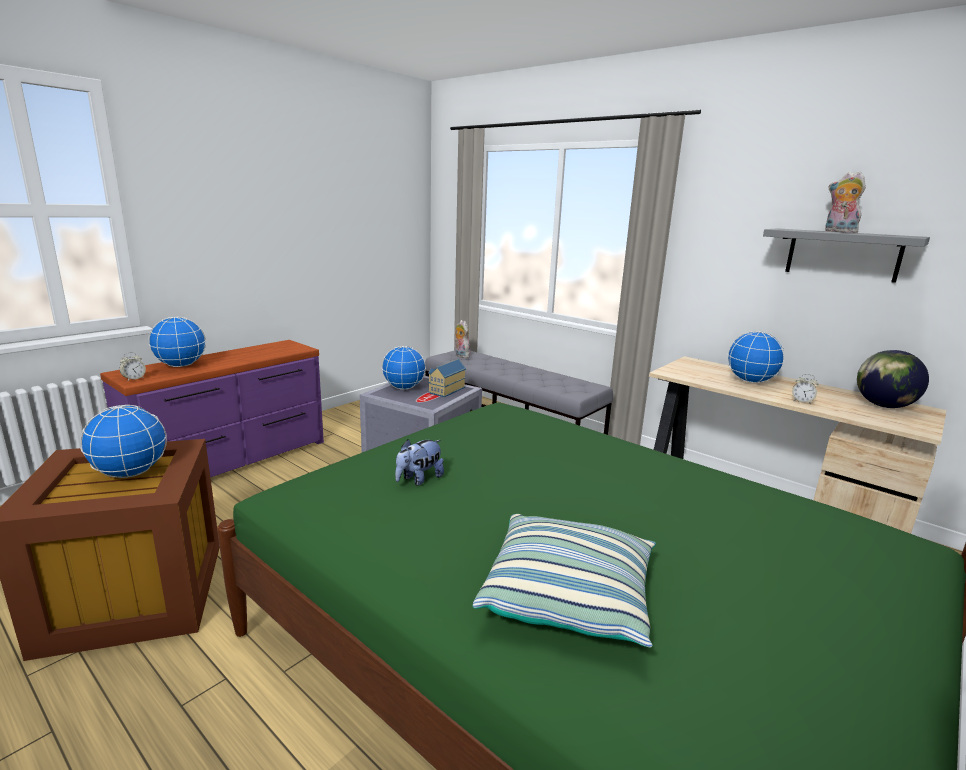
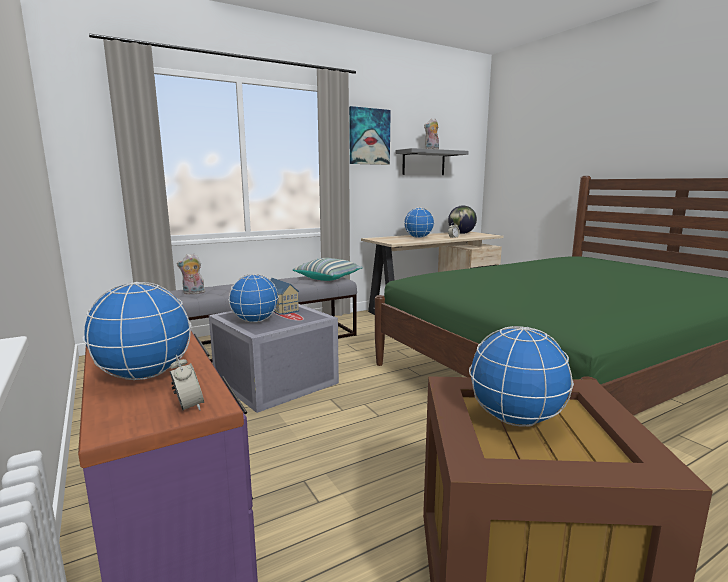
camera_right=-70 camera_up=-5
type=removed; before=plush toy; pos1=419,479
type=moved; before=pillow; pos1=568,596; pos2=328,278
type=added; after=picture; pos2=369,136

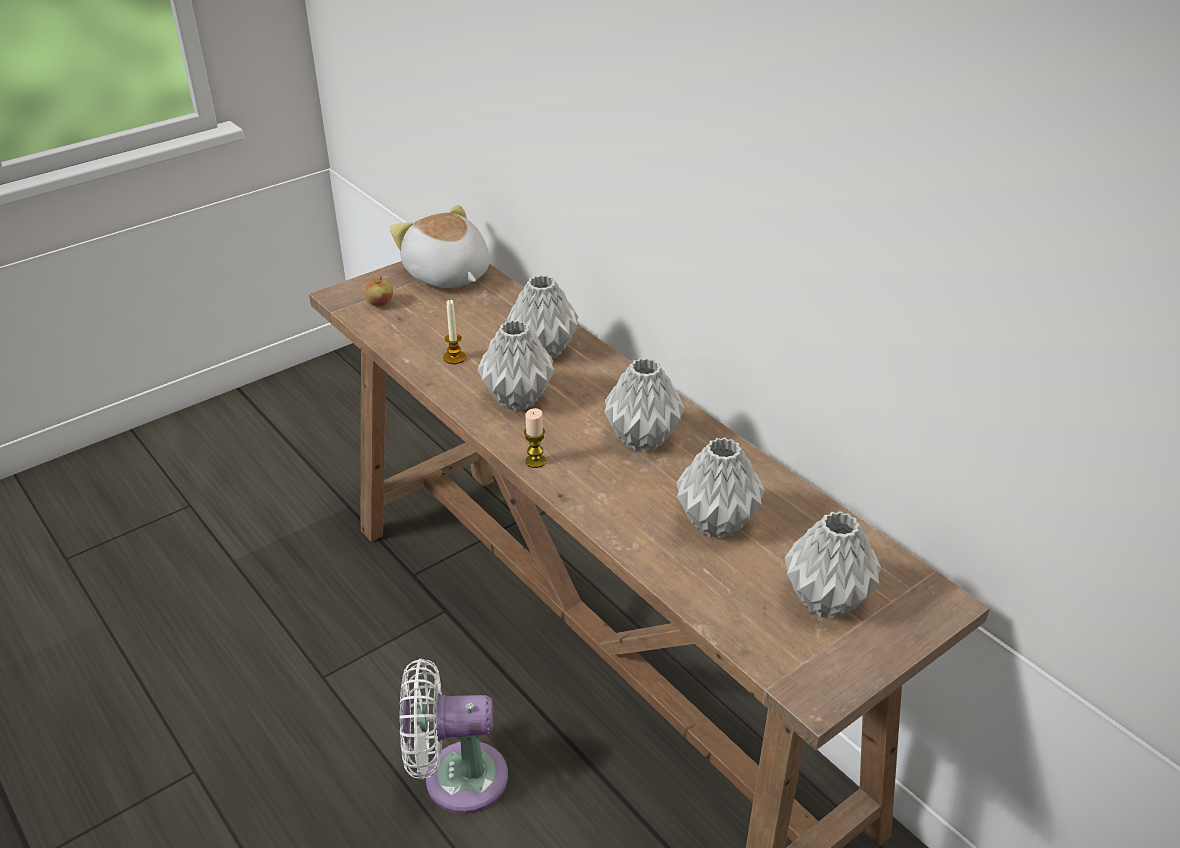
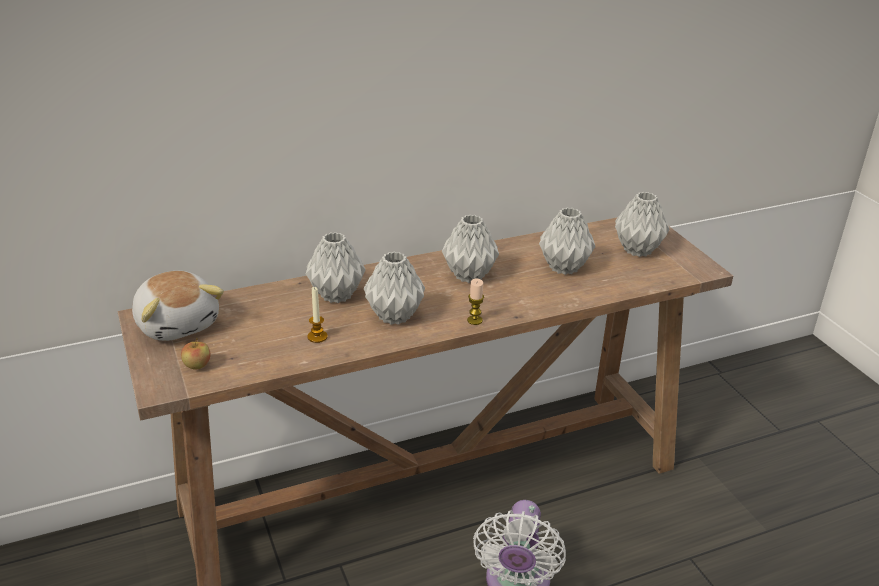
camera_right=-75 camera_up=-5
type=turned; before=plush toy; pos1=447,275; pos2=178,323; turn=-105

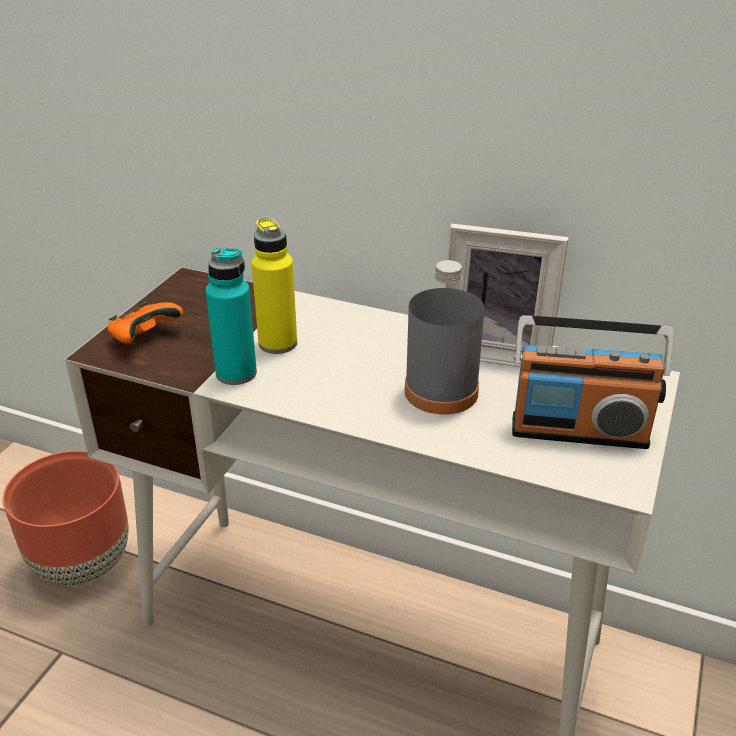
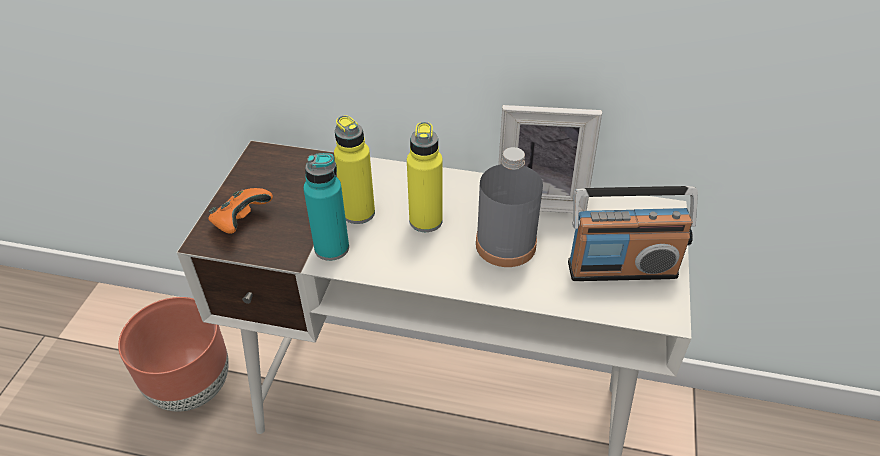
camera_right=-10 camera_up=10
type=added; after=yellow bottle; pos2=425,221

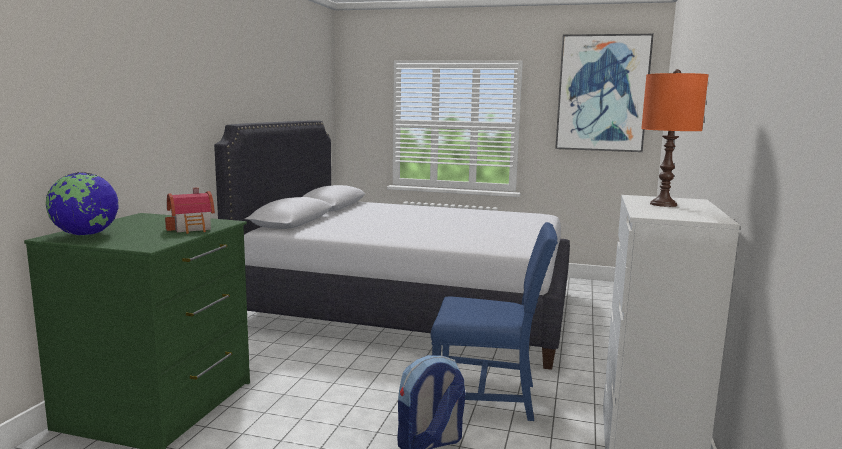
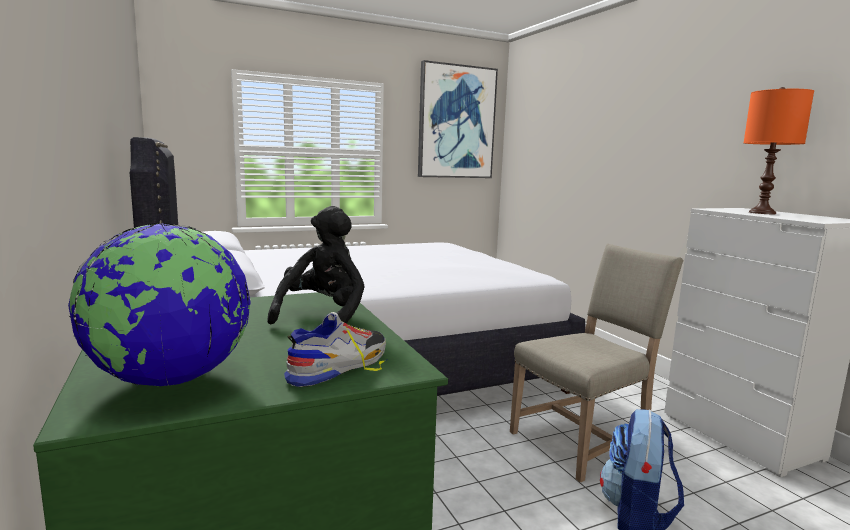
camera_right=-40 camera_up=0
type=replaced; before=toy house; after=black plush toy; pos1=193,228; pos2=323,316
type=recoloured; before=blue chair; after=beige chair; pos1=488,397; pos2=584,440
type=added; after=shoe; pos2=340,365

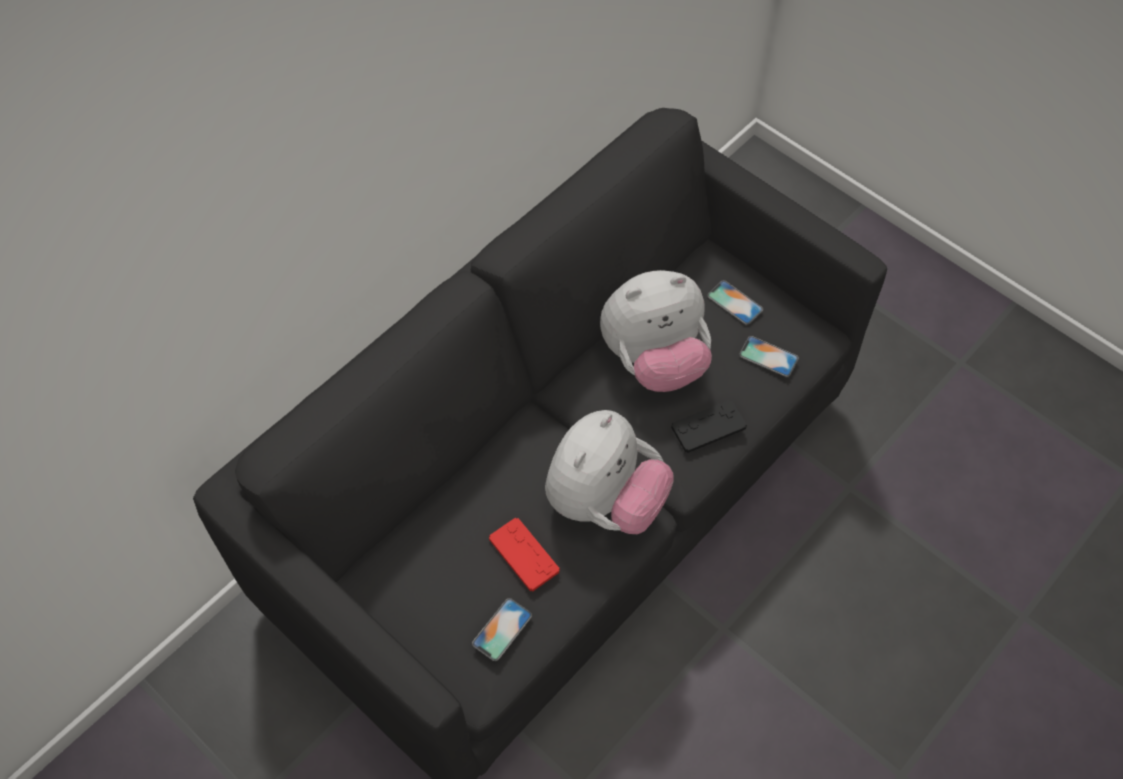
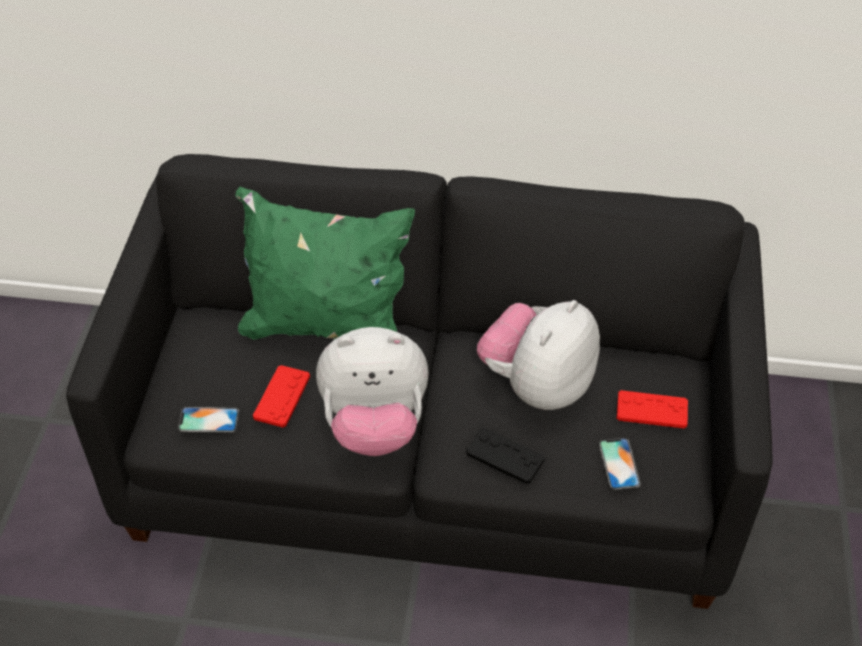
camera_right=55 camera_up=-10
type=turned; before=plush toy; pos1=654,360; pos2=537,385; turn=90
type=replaced; before=phone; after=red game controller; pos1=735,302; pos2=652,410
type=added; after=green pillow; pos2=327,329

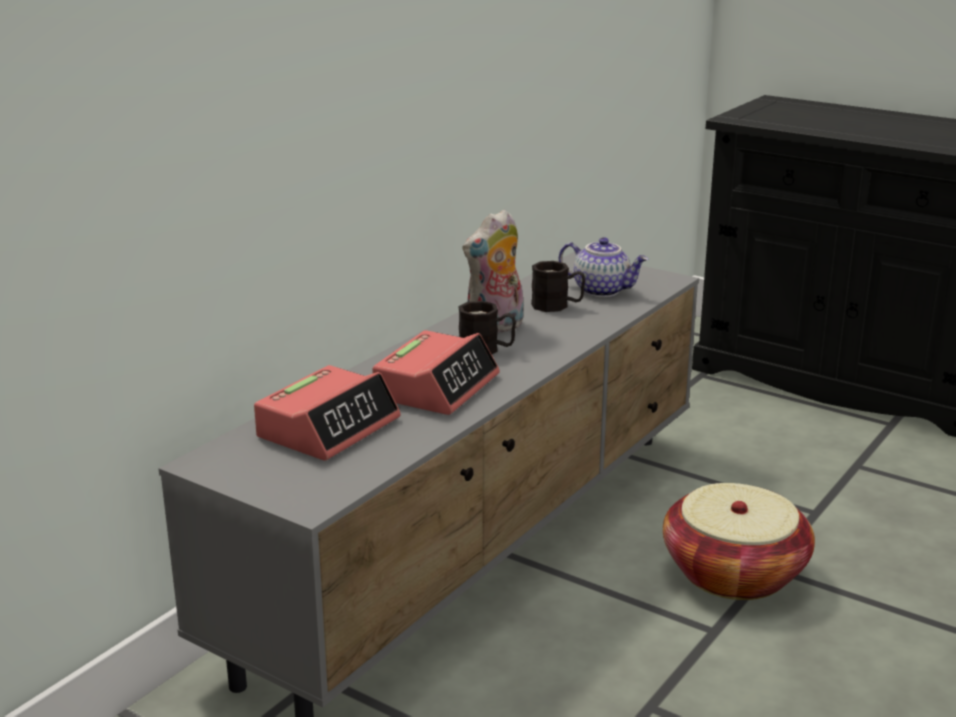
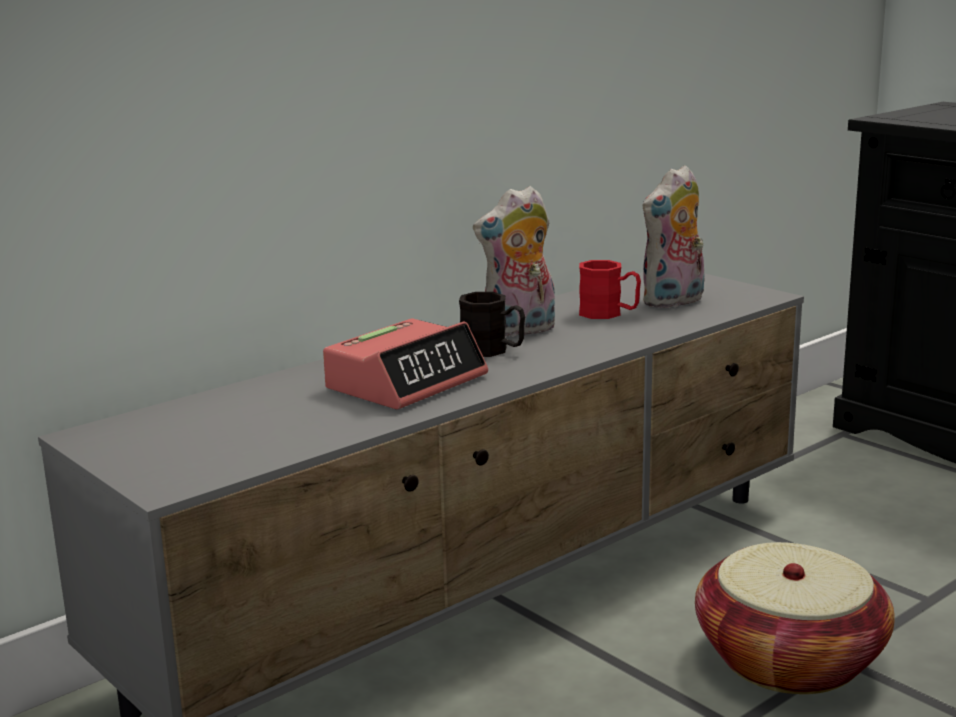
camera_right=15 camera_up=-5
type=removed; before=alarm clock; pos1=329,428
type=recoloured; before=black mug; after=red mug; pos1=557,306; pos2=609,314
type=replaced; before=teapot; after=plush toy; pos1=602,290; pos2=674,302

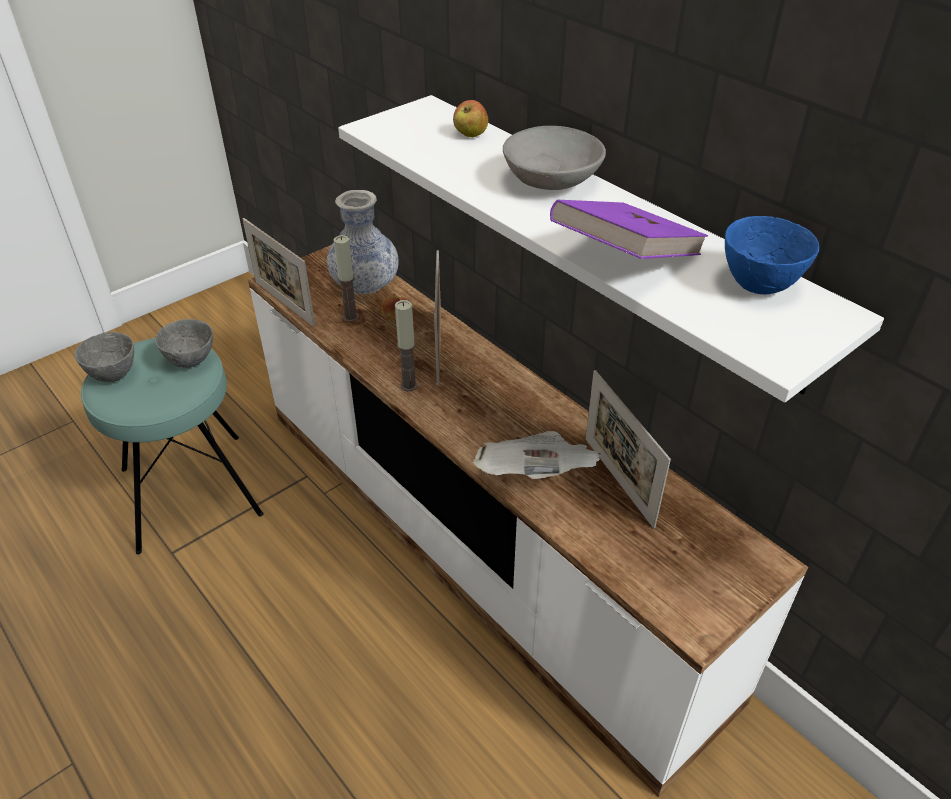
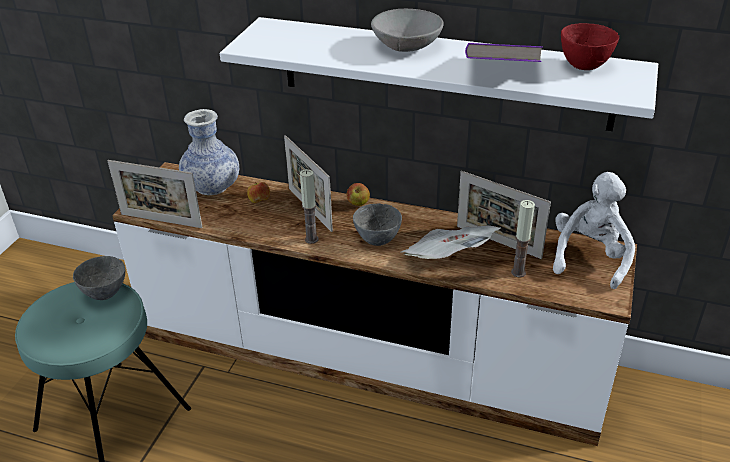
camera_right=-30 camera_up=-5
type=moved; before=grey bowl; pos1=112,375; pos2=377,240
type=moved; before=candle; pos1=350,317; pos2=518,272
type=moved; before=apple; pos1=470,134; pos2=358,203
type=recoloured; before=blue bowl; after=red bowl; pos1=757,284; pos2=583,66
type=added; after=white plush toy; pos2=590,257

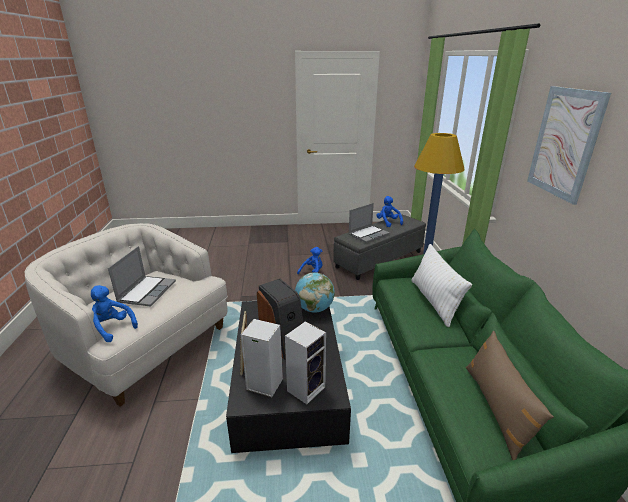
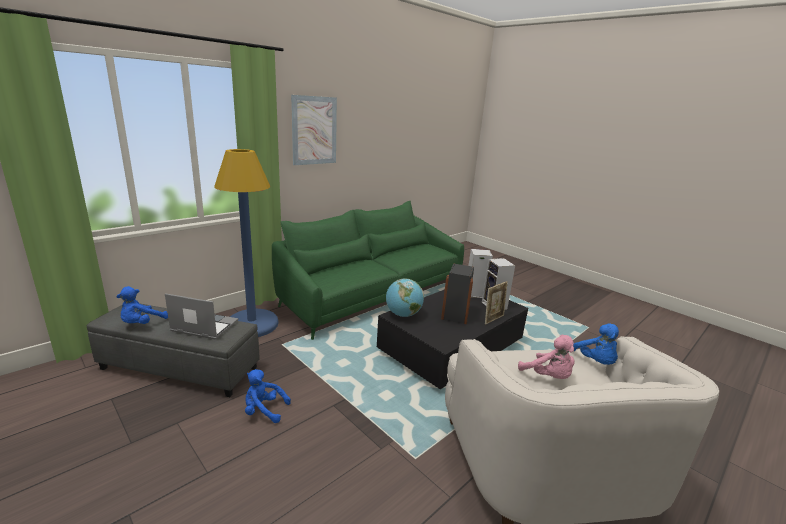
camera_right=-130 camera_up=-5
type=replaced; before=laptop; after=pink plush toy; pos1=147,291; pos2=548,377
type=removed; before=white pillow; pos1=434,301
type=removed; before=brown pillow; pos1=497,408

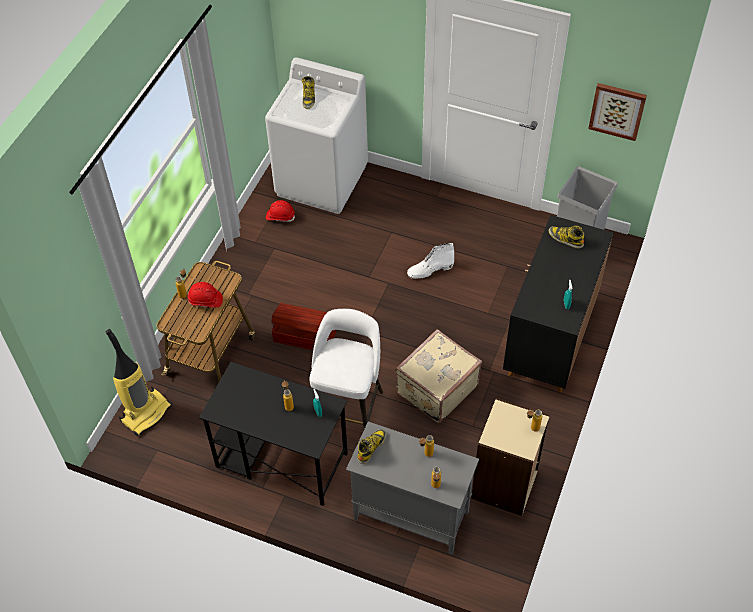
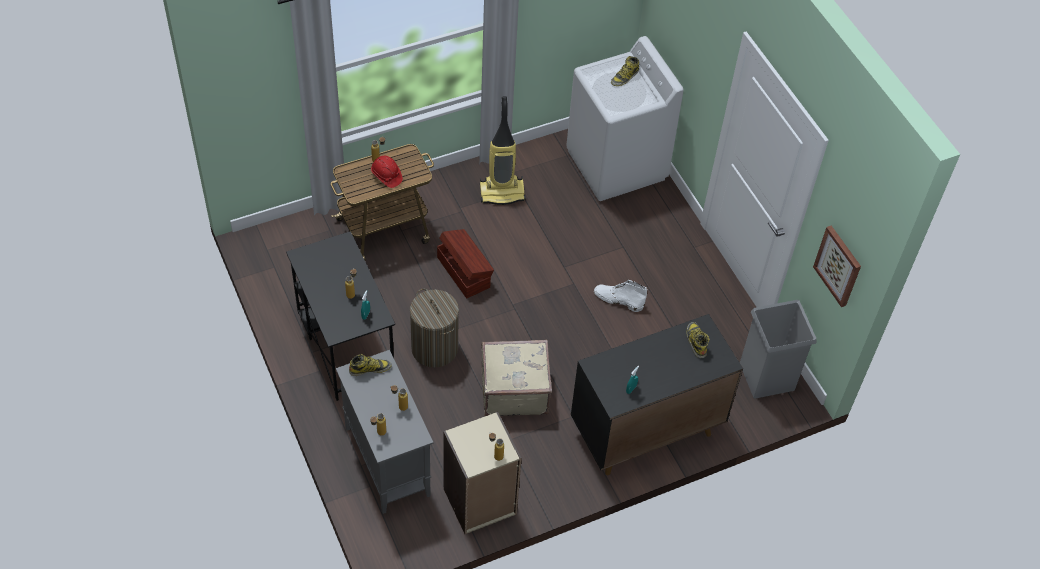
camera_right=40 camera_up=0
type=moved; before=vacuum cleaner; pos1=145,413; pos2=502,192
type=removed; before=red hard hat; pos1=280,216
type=replaced; before=white stool; after=laundry basket; pos1=348,407; pos2=434,348

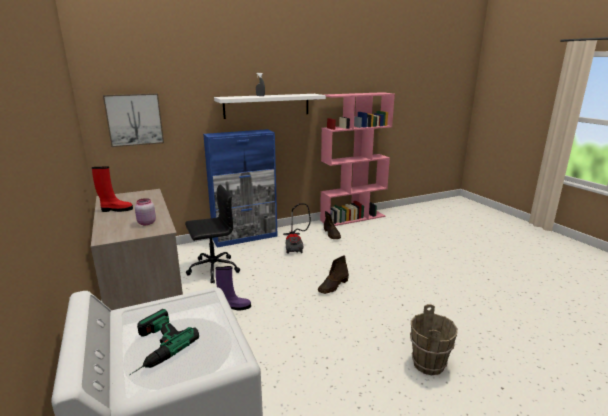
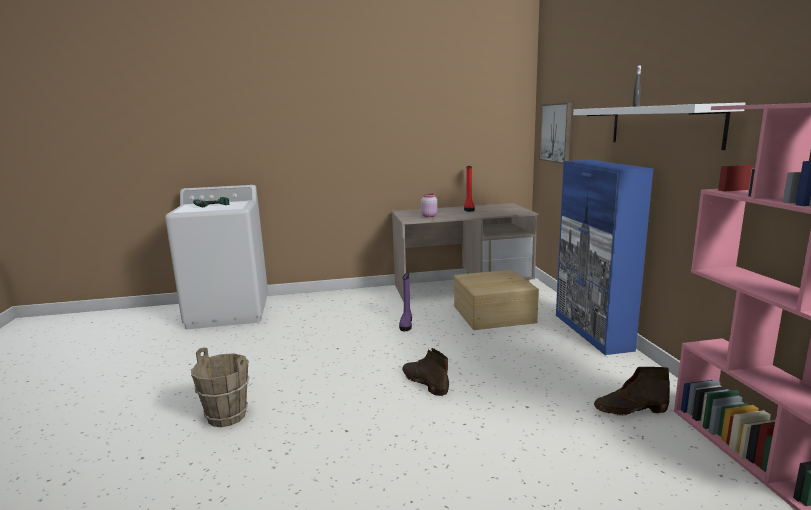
camera_right=105 camera_up=-5
type=replaced; before=black office chair; after=beige storage box; pos1=212,269; pos2=493,314
type=removed; before=vacuum cleaner; pos1=295,245

